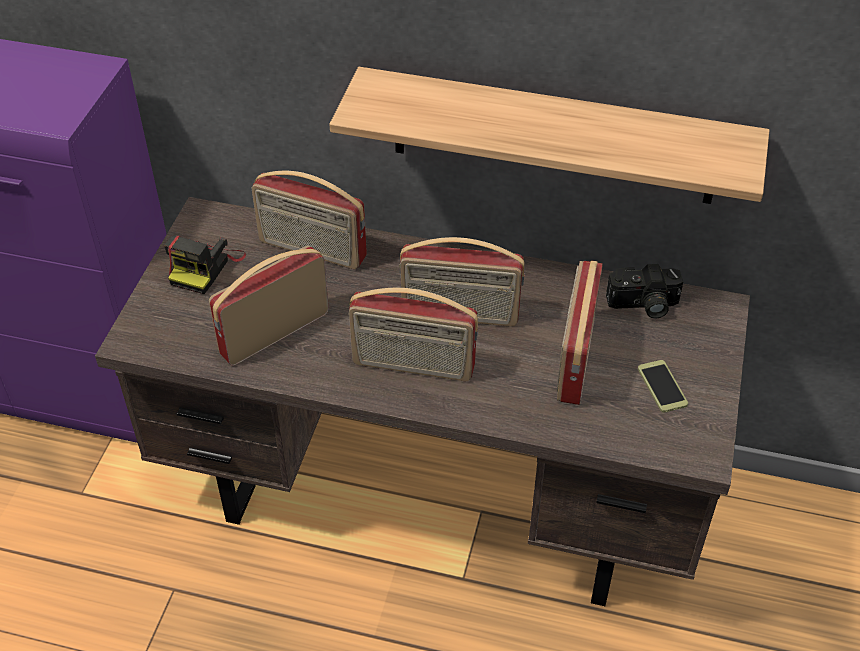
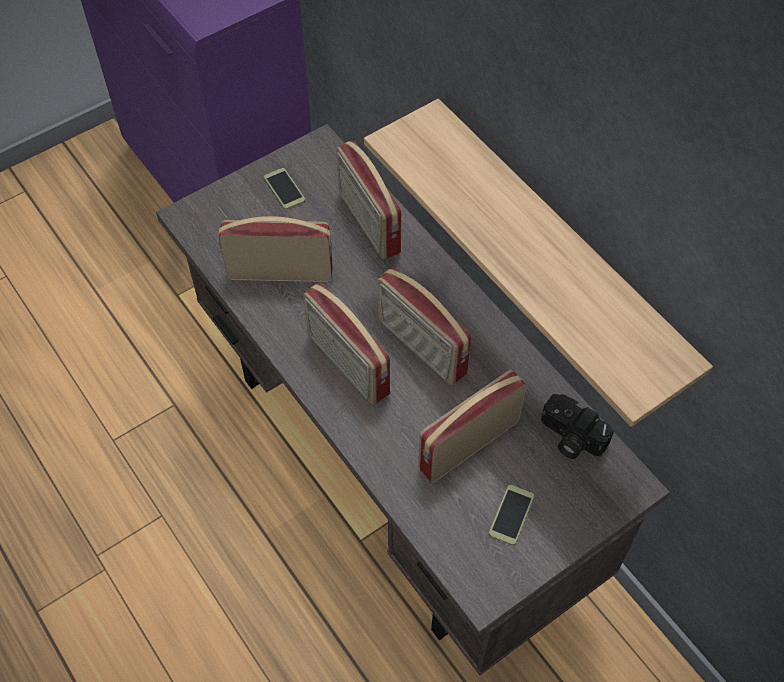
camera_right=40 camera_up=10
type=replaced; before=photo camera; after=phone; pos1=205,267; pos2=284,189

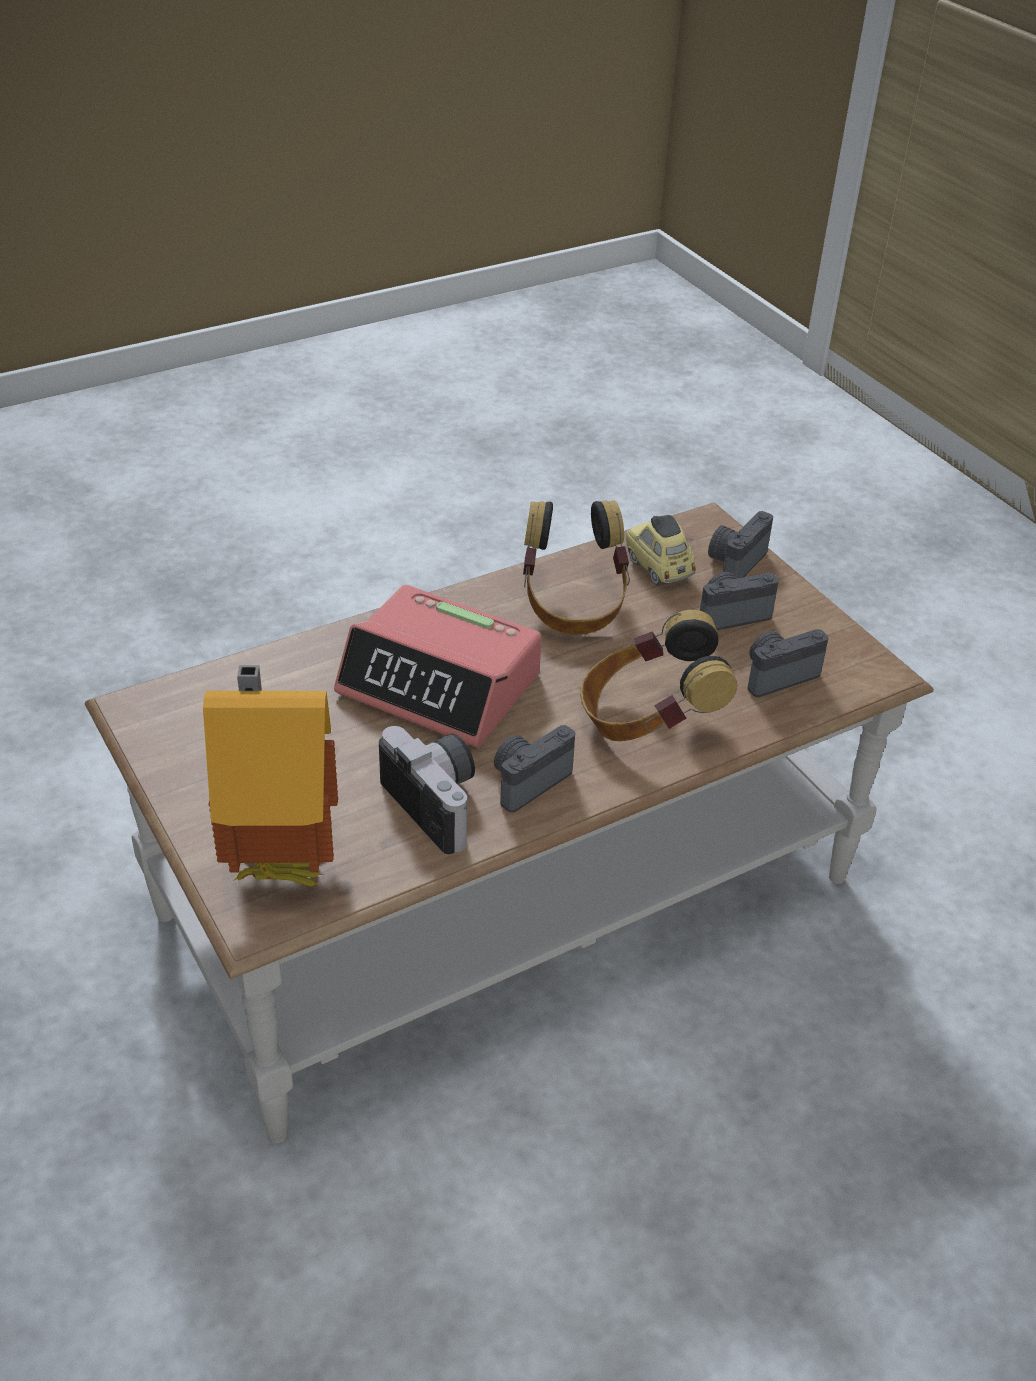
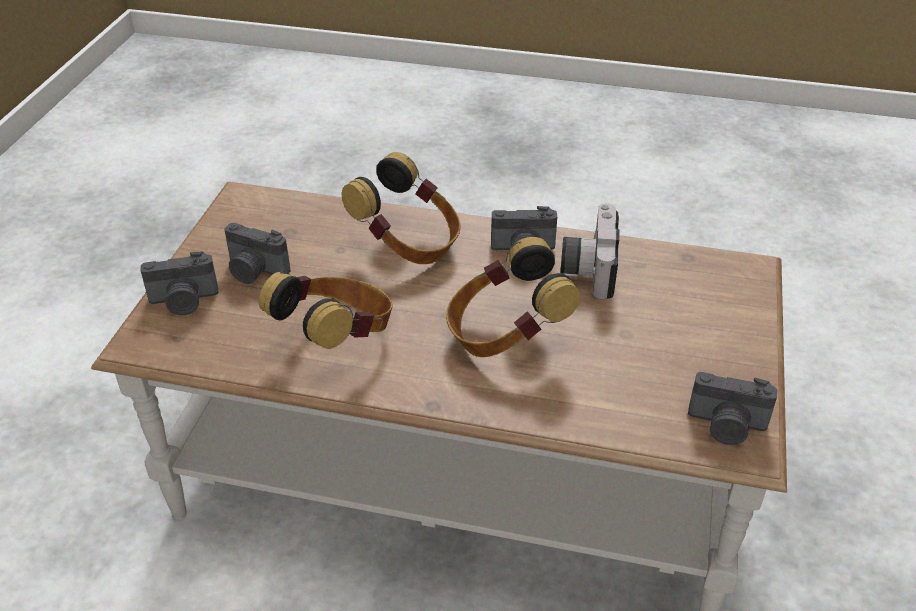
camera_right=-135 camera_up=0
type=removed; before=toy house; pos1=281,861
type=replaced; before=alarm clock; after=headphones; pos1=440,684; pos2=505,334
type=removed; before=toy car; pos1=659,568
type=moved; before=photo camera; pos1=777,675; pos2=726,426

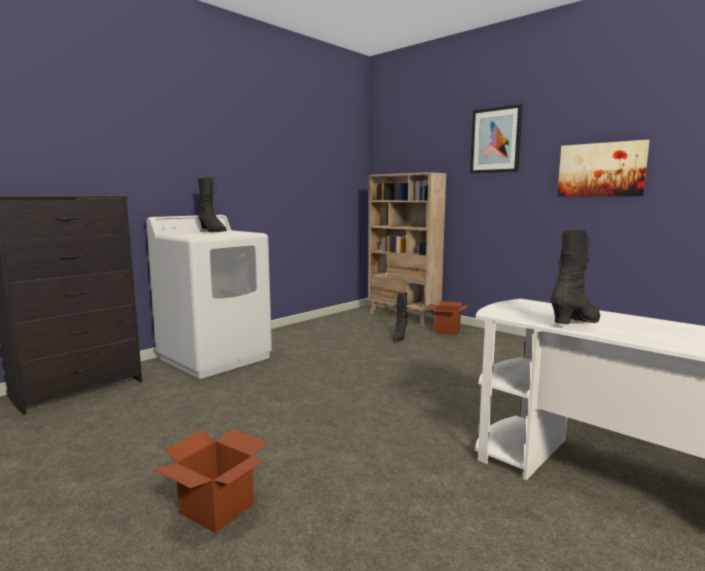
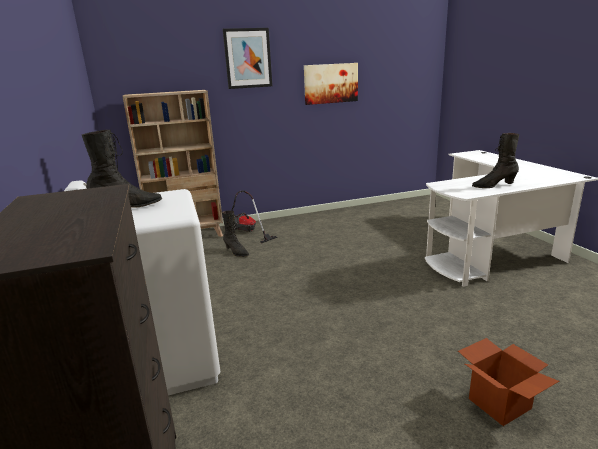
camera_right=-60 camera_up=10
type=replaced; before=cardboard box; after=vacuum cleaner; pos1=447,331; pos2=247,232
type=turned; before=black boot; pos1=577,322; pos2=493,186; turn=-90

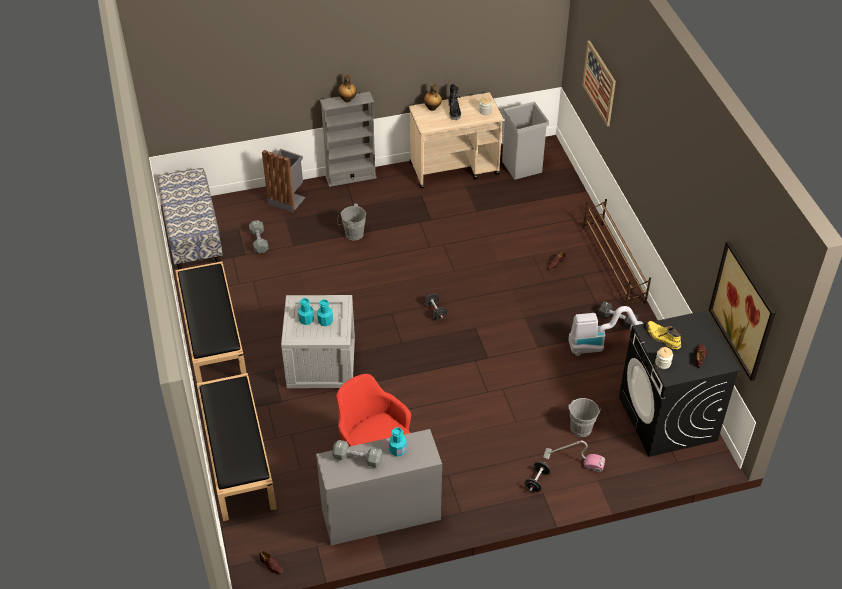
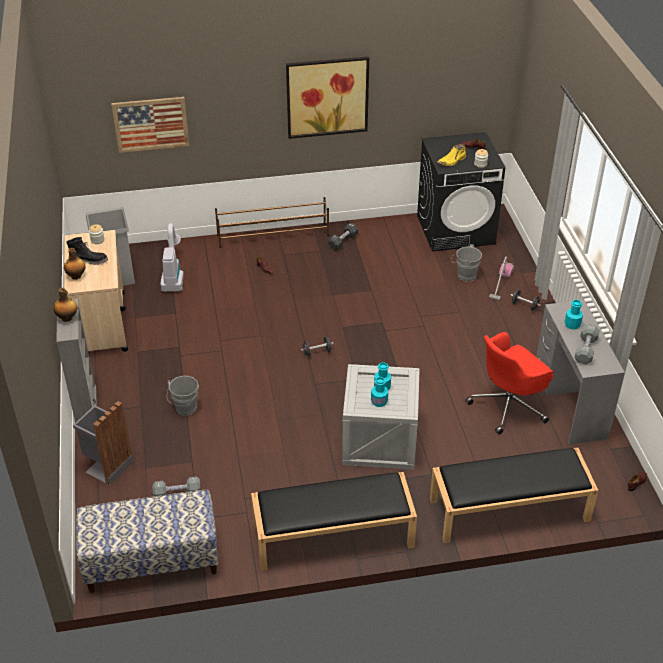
camera_right=-85 camera_up=-5
type=moved; before=vacuum cleaner; pos1=598,344; pos2=173,276
type=moved; before=picture; pos1=743,310; pos2=327,97

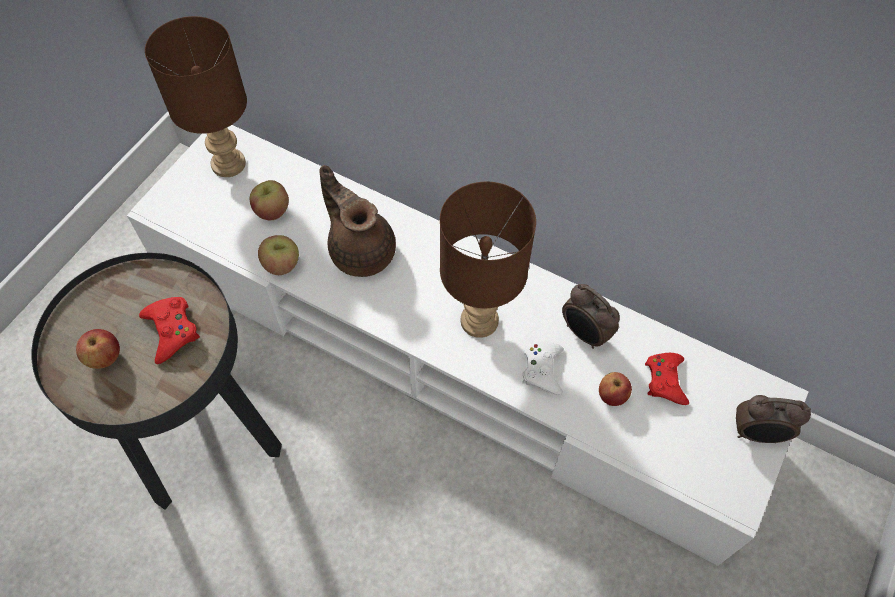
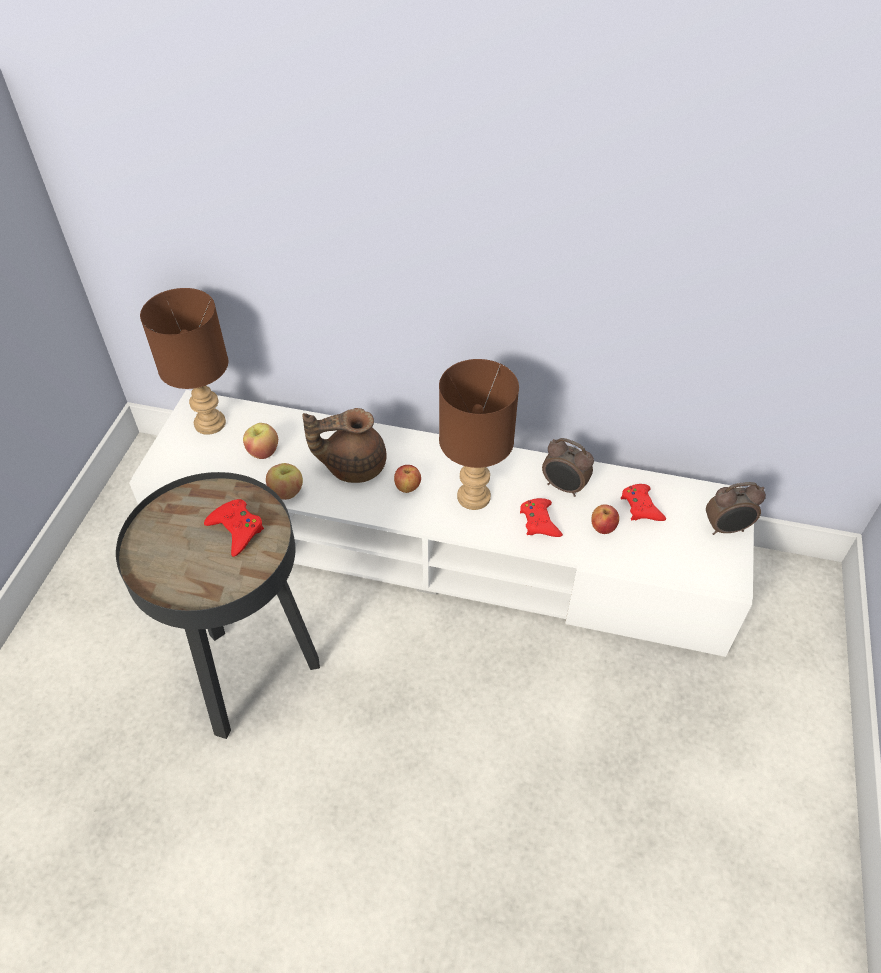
camera_right=-15 camera_up=-10
type=moved; before=apple; pos1=105,357; pos2=407,487
type=turned; before=brown teapot; pos1=361,250; pos2=353,465; turn=-45
type=recoloured; before=white game controller; after=red game controller; pos1=542,370; pos2=539,521

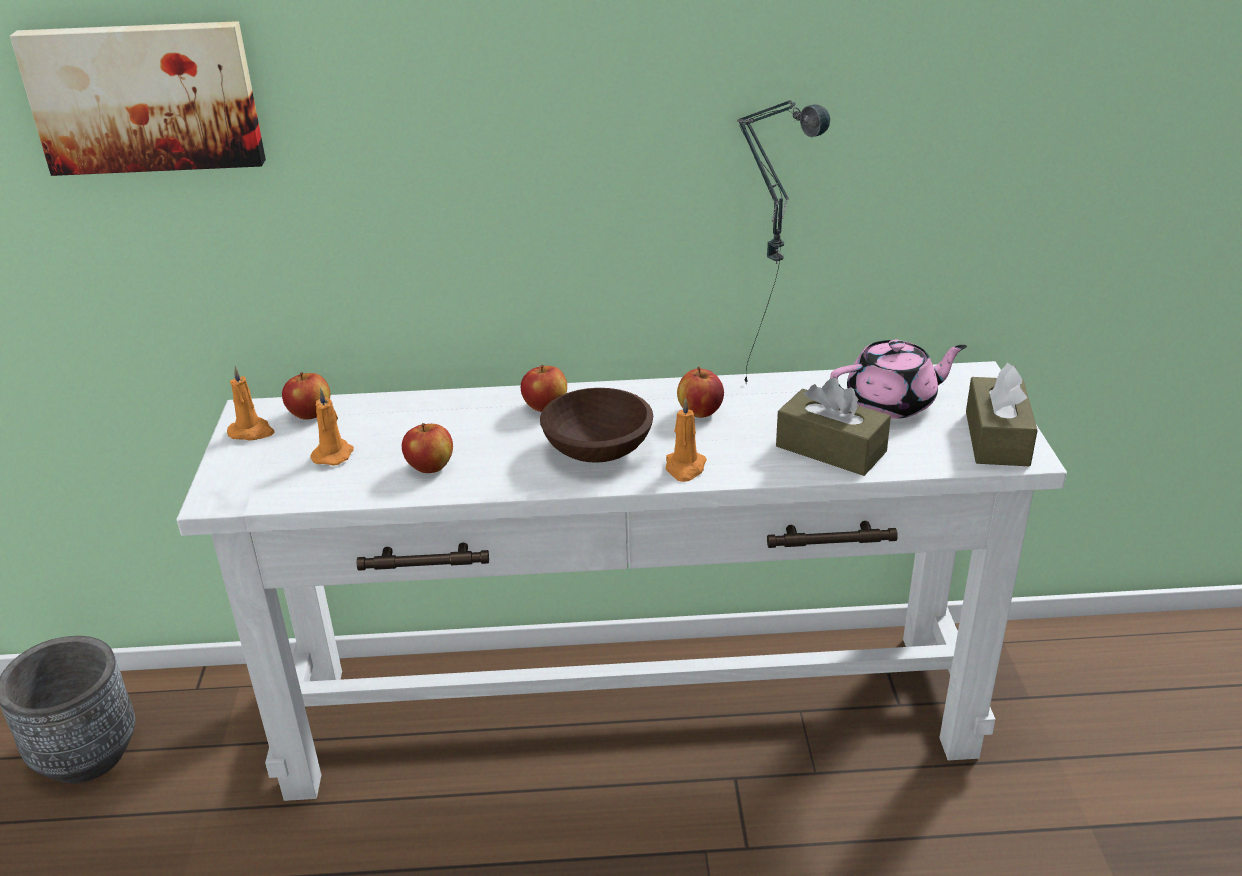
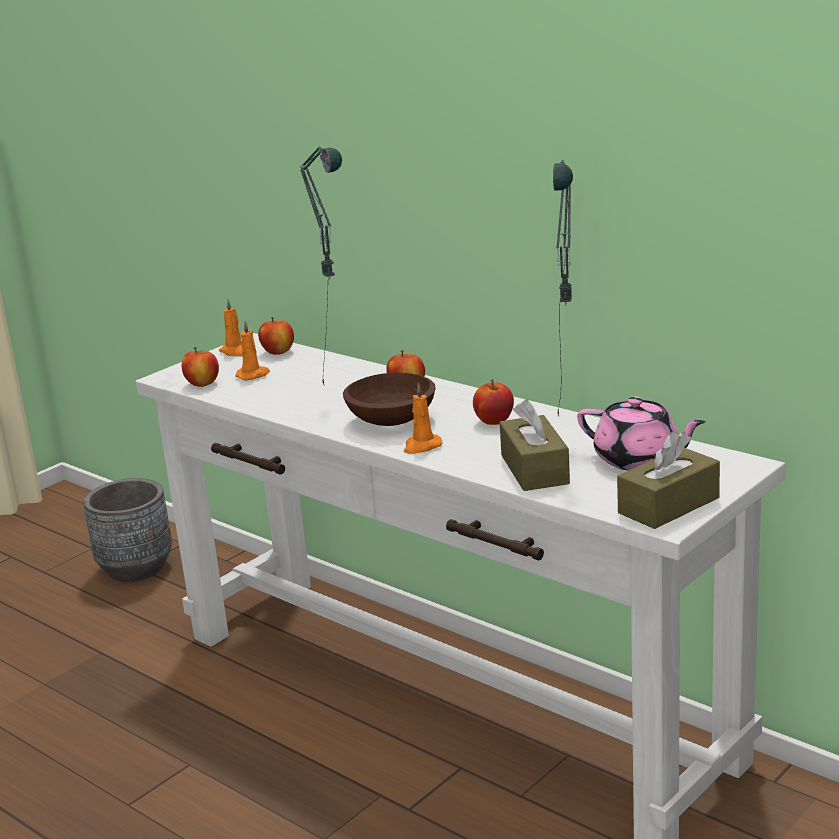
camera_right=45 camera_up=-10
type=removed; before=picture; pos1=145,97
type=moved; before=apple; pos1=430,467; pos2=202,384
type=added; after=table lamp; pos2=339,386

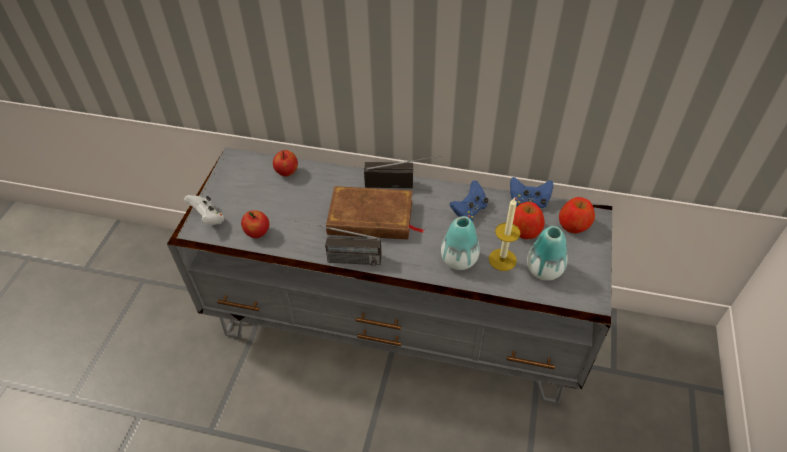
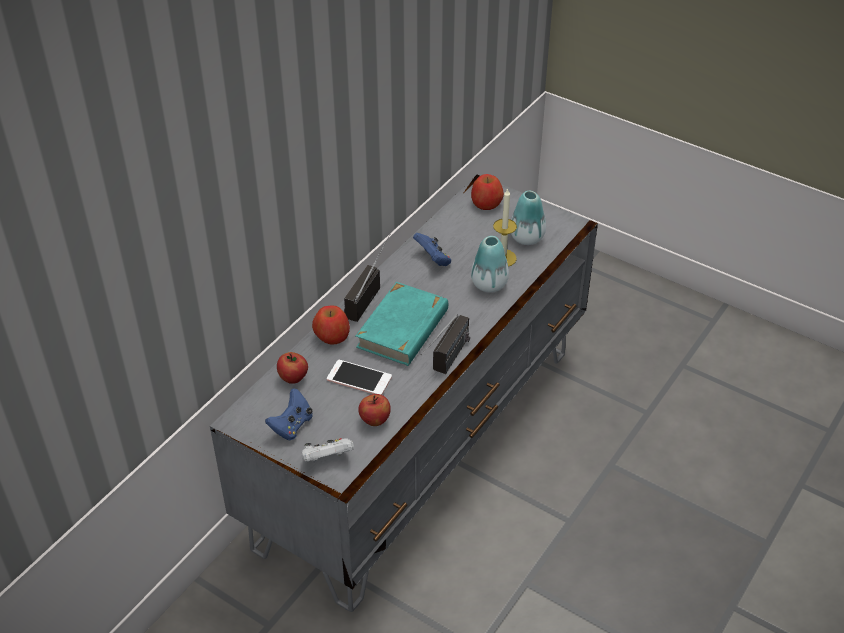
camera_right=-70 camera_up=-5
type=recoloured; before=brown book; after=turquoise book; pos1=371,218; pos2=403,328
type=moved; before=blue game controller; pos1=528,201; pos2=292,425
type=moved; before=apple; pos1=525,229; pos2=332,336
type=added; after=phone; pos2=359,378

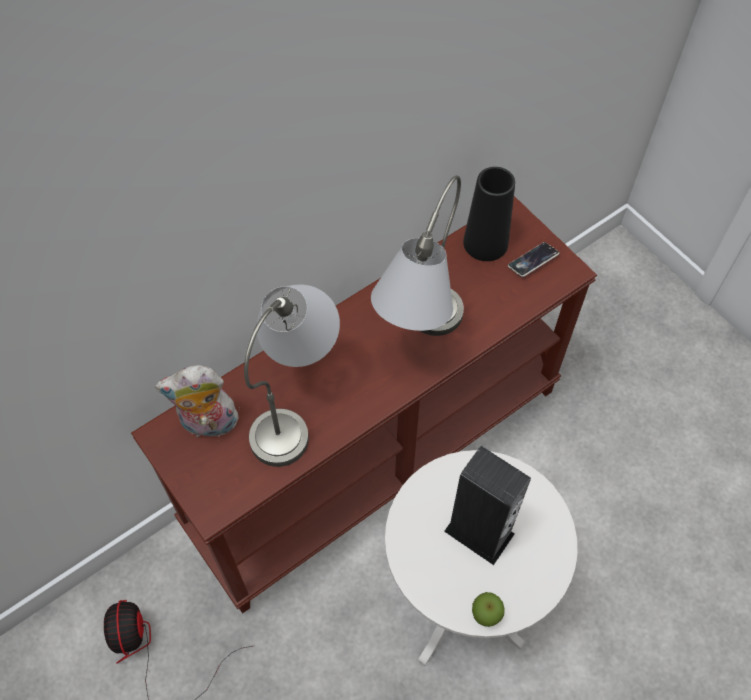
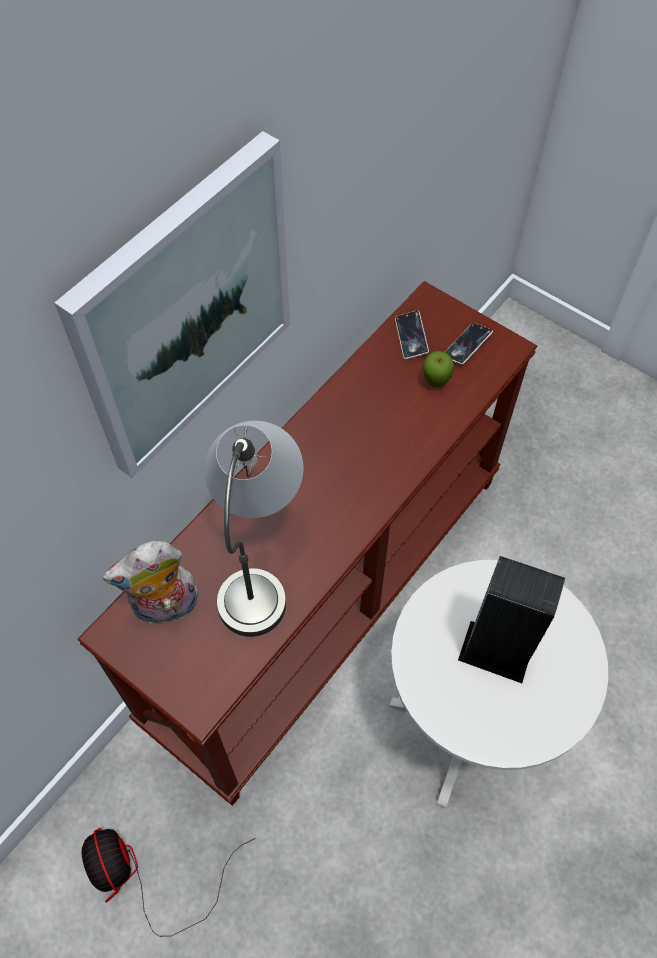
camera_right=-15 camera_up=0
type=removed; before=grey table lamp; pos1=418,341
type=replaced; before=black vase; after=phone; pos1=485,243; pos2=411,337
type=moved; before=apple; pos1=485,616; pos2=435,383
type=added; after=picture; pos2=185,310

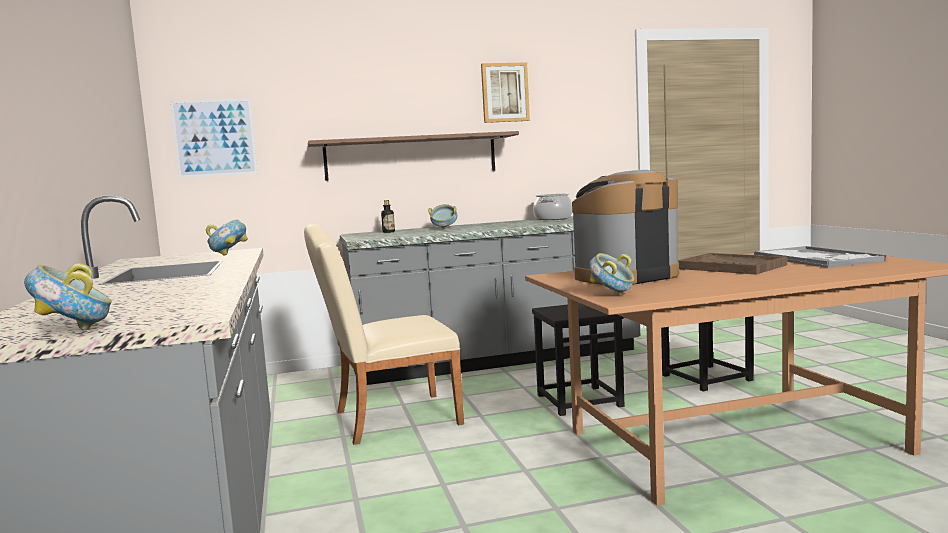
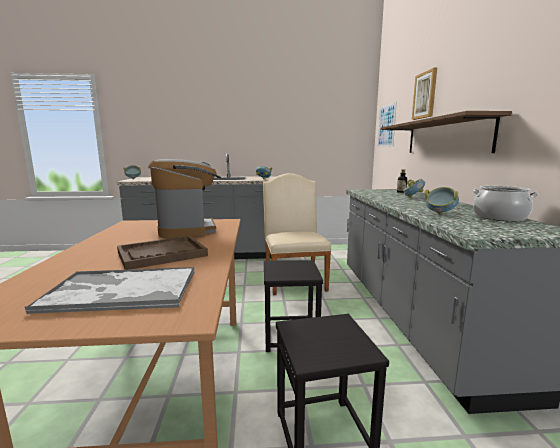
camera_right=100 camera_up=5
type=moved; before=picture; pos1=504,92; pos2=425,95
type=moved; before=bowl; pos1=612,295; pos2=439,213

